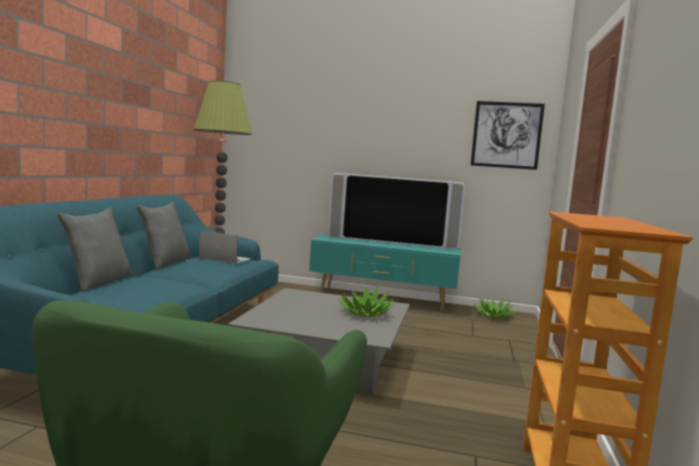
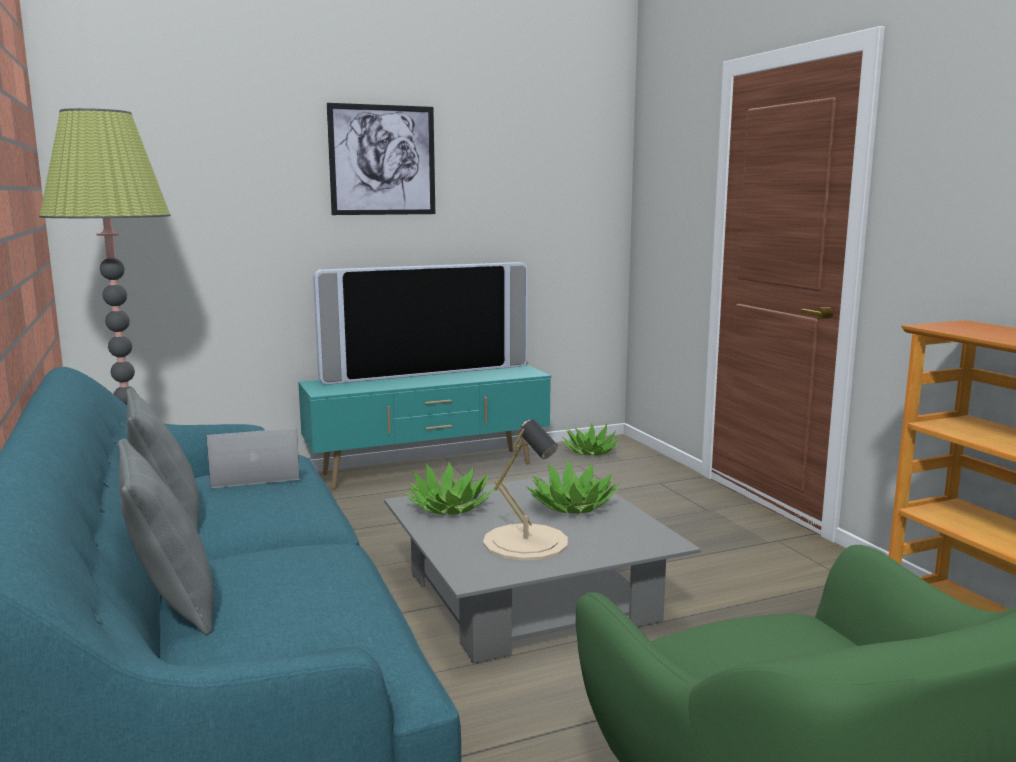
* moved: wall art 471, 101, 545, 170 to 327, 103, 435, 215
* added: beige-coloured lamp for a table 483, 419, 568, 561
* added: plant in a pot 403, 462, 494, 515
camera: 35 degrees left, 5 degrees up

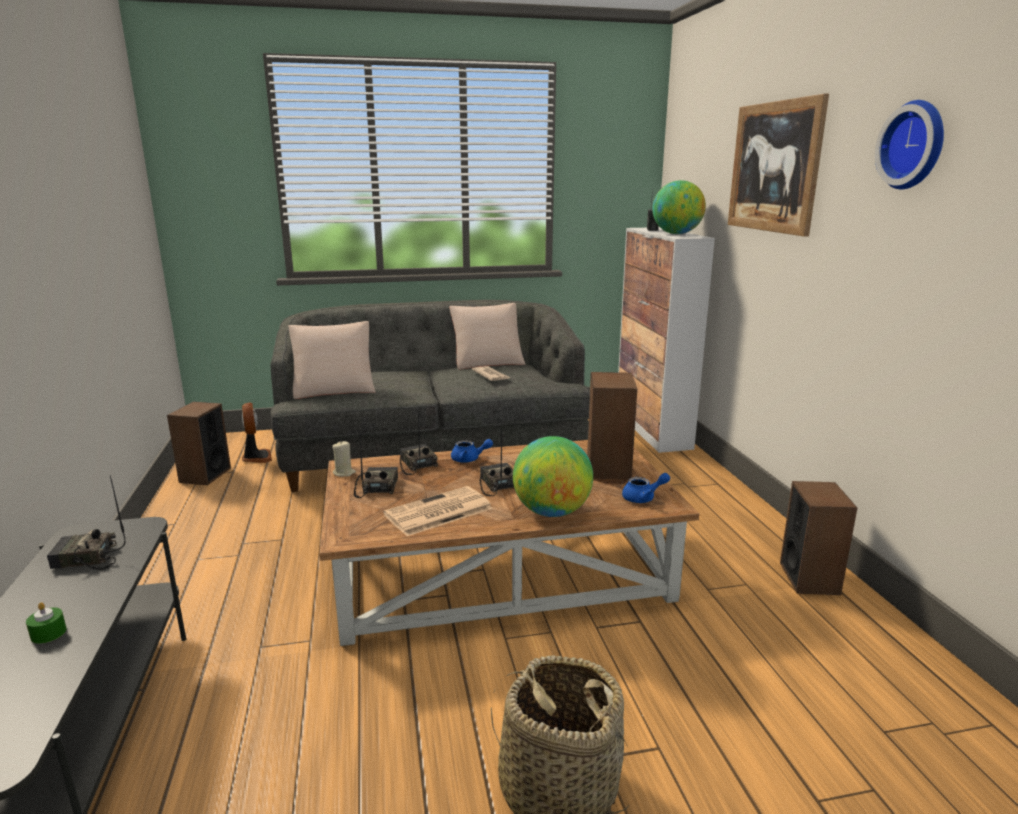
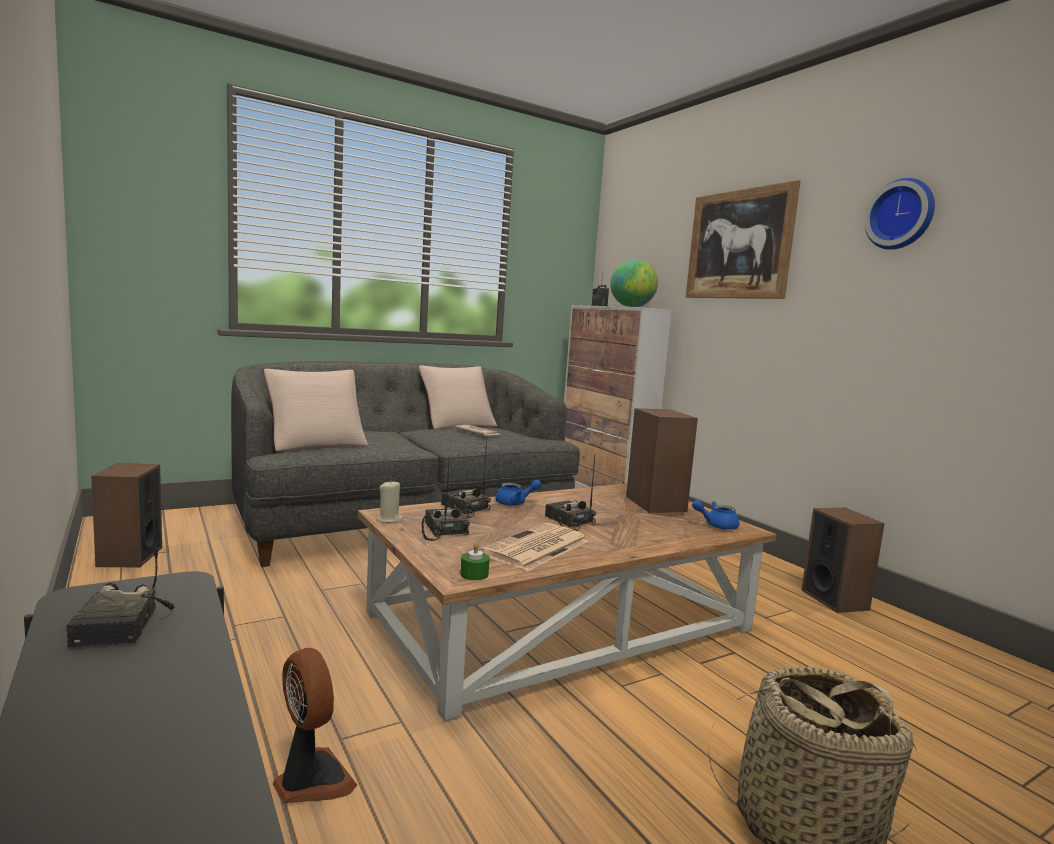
* moved: fan 242, 403, 272, 463 to 273, 648, 357, 803
* removed: world globe 513, 436, 593, 517
* turned: blue tea pot 622, 473, 670, 503 = 692, 500, 739, 530 150 degrees counterclockwise
* turned: radio set 47, 475, 126, 570 = 66, 477, 174, 647 75 degrees counterclockwise
* moved: green wax candle 26, 602, 66, 644 to 460, 542, 490, 581
camera: 20 degrees left, 10 degrees down

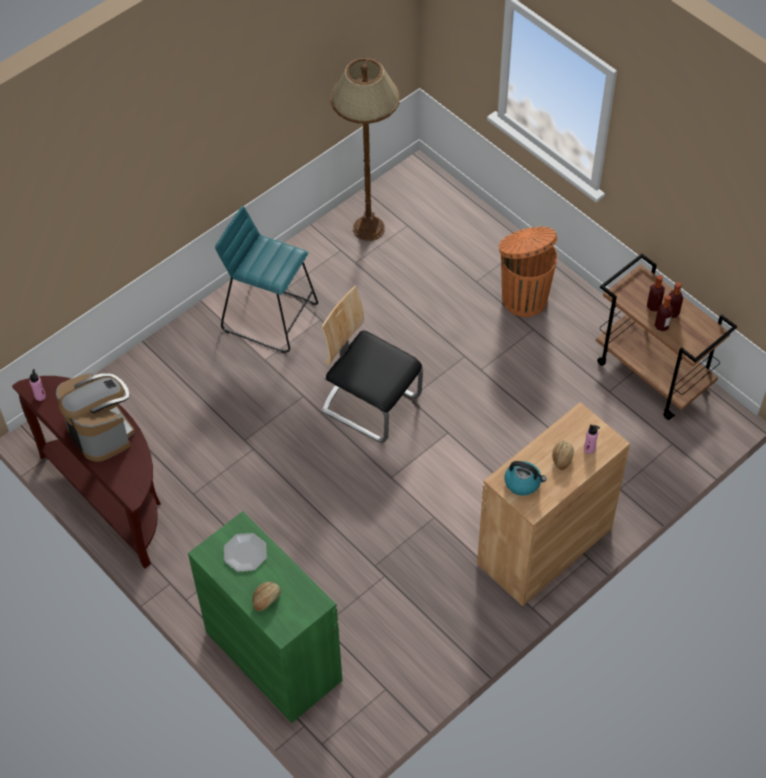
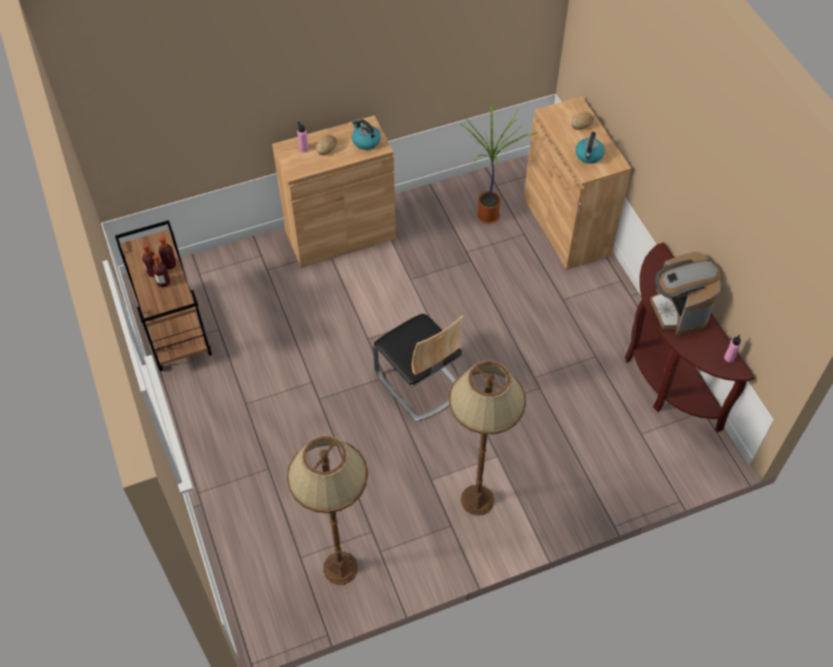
* replaced: blue-green stool seat 215, 206, 318, 353 to brownish standing lamp 449, 361, 526, 516
* removed: orange trash can 499, 227, 557, 317
* recoloured: green cabinet 188, 511, 342, 723 to brownish cabinet 524, 96, 632, 270
* replaced: plate 224, 533, 267, 572 to water kettle 575, 132, 604, 164
* added: plant in a pot 461, 98, 538, 224
camera: 160 degrees left, 0 degrees up

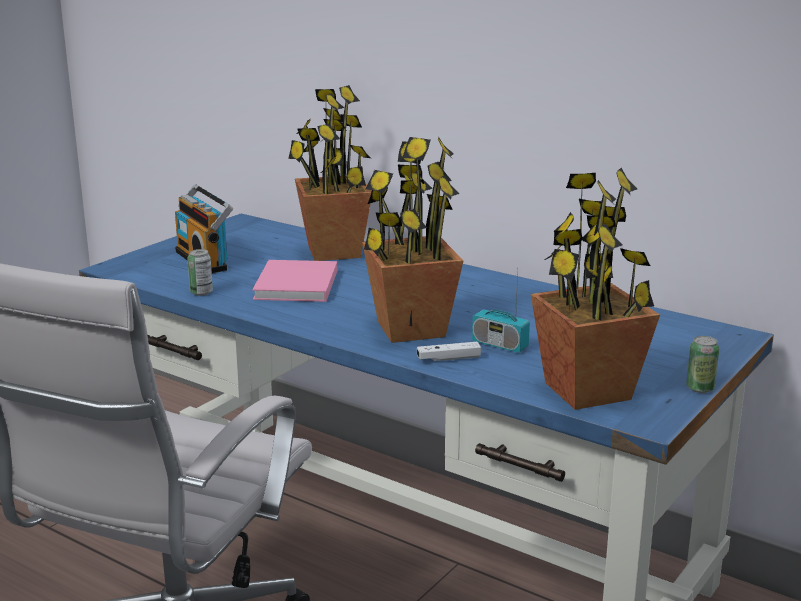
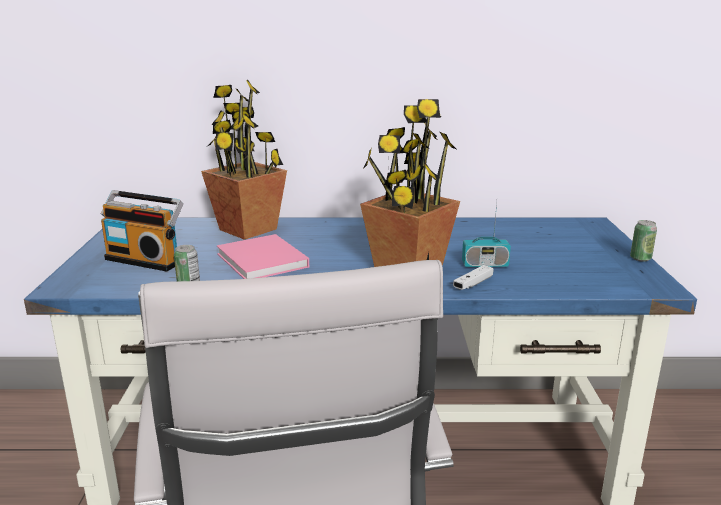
* removed: plant in a pot 531, 168, 660, 410
camera: 35 degrees left, 0 degrees up

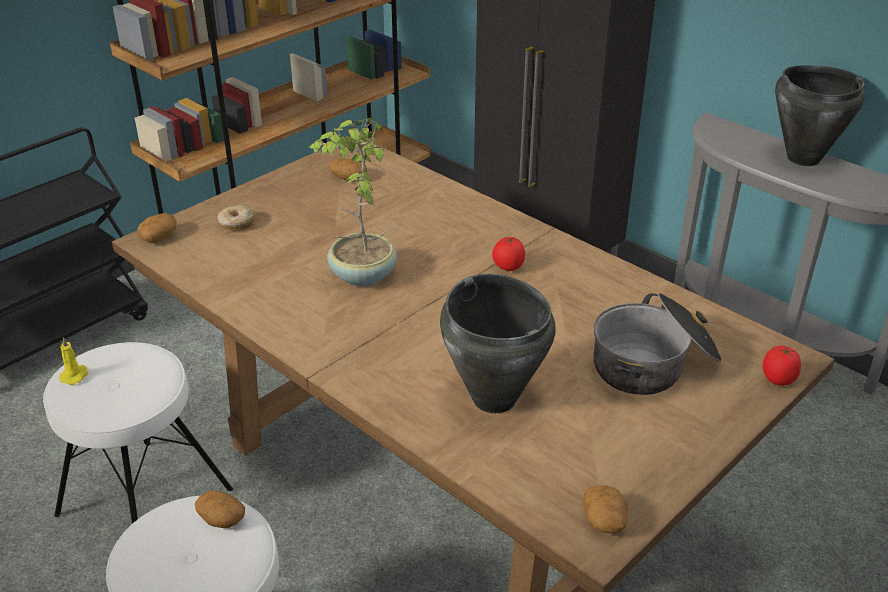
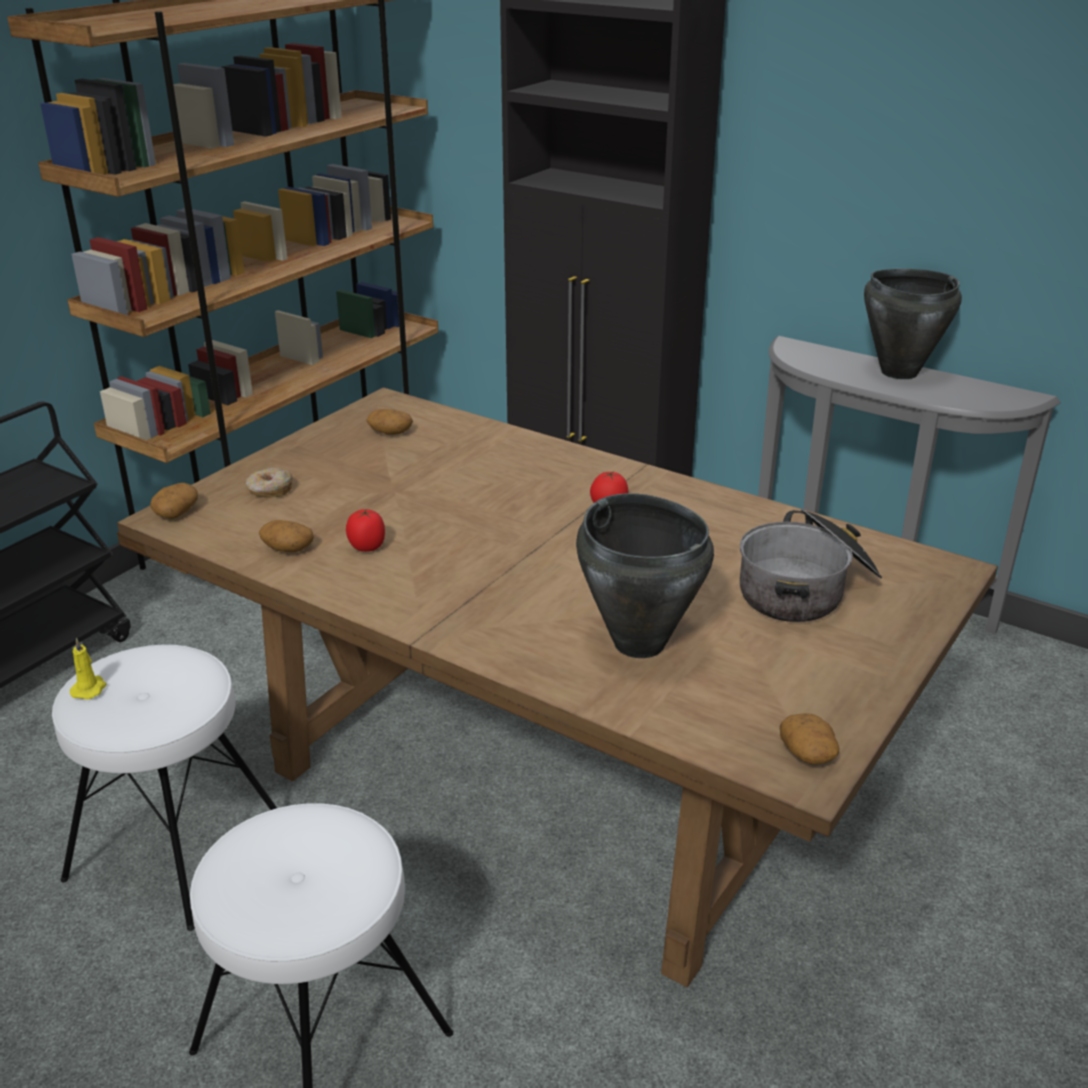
* removed: plant in a pot 309, 117, 397, 287
* moved: whole tomato 763, 345, 801, 386 to 346, 509, 385, 552
* moved: spud 195, 490, 245, 528 to 259, 520, 314, 552
camera: 10 degrees left, 5 degrees down

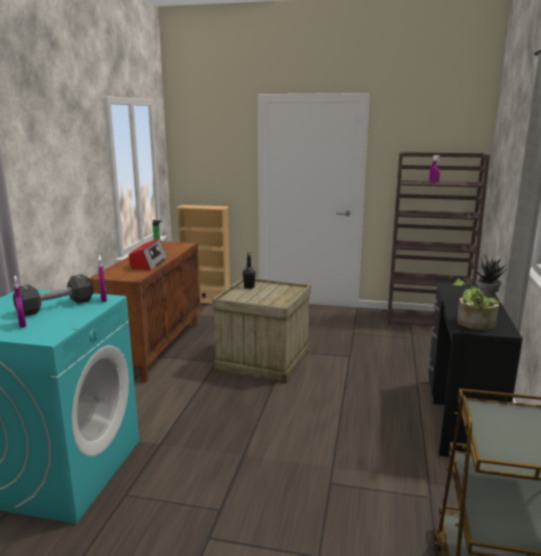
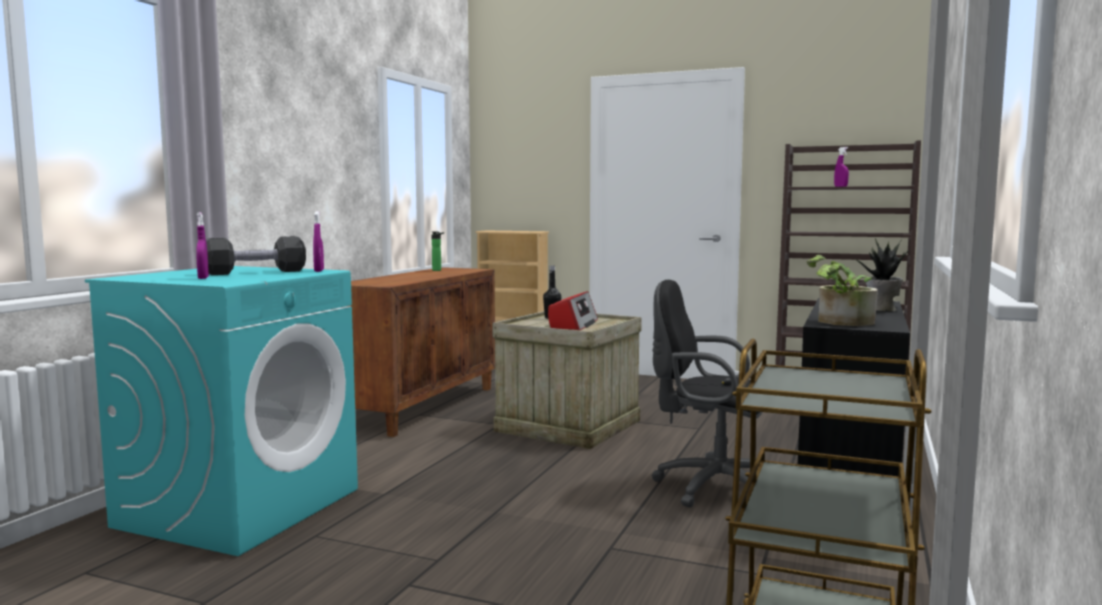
* moved: radio set 129, 238, 168, 271 to 548, 291, 598, 330
* added: black desk chair 651, 280, 762, 507
camera: 10 degrees right, 10 degrees down

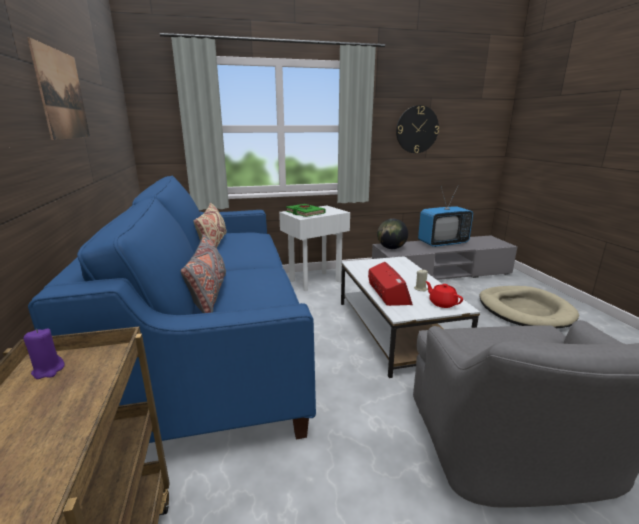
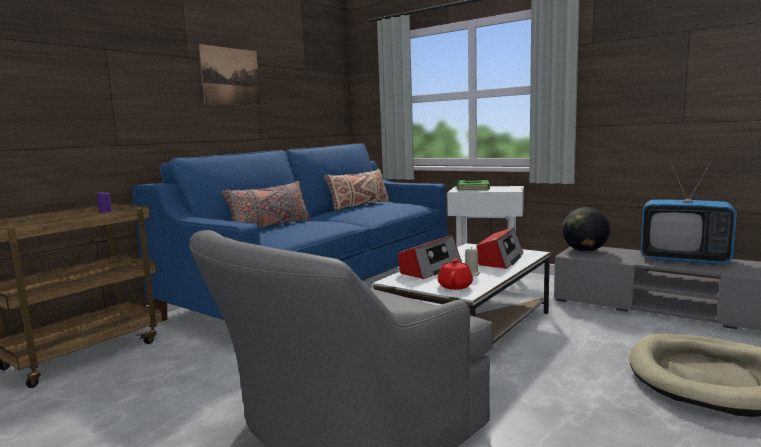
* removed: wall clock 396, 105, 439, 153
* added: radio set 476, 228, 523, 269
camera: 50 degrees right, 10 degrees down

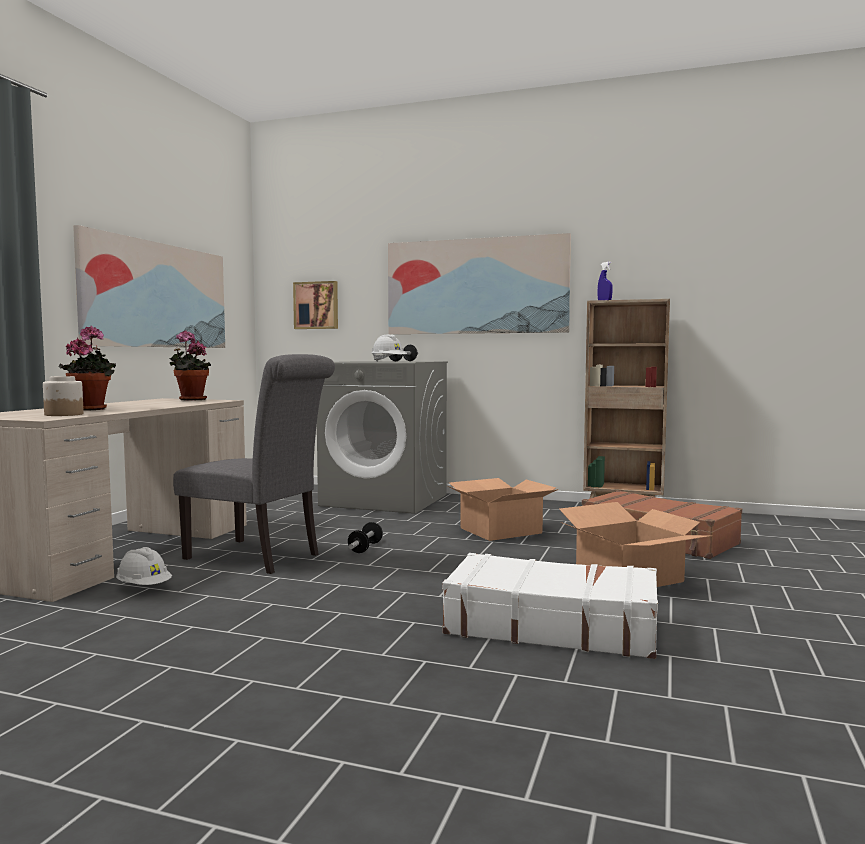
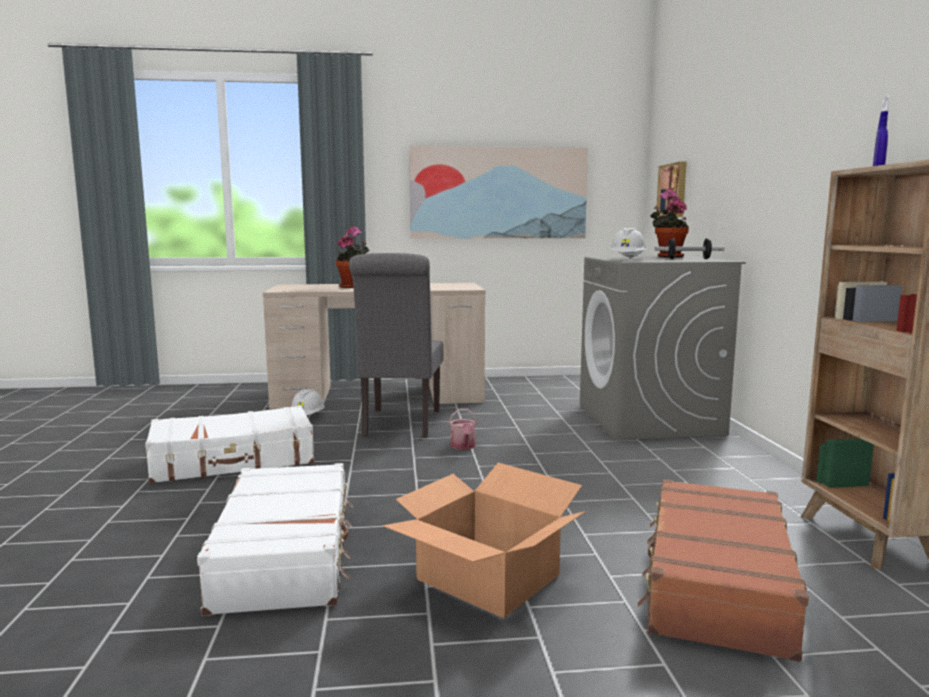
* removed: wall art 388, 233, 571, 334
* moved: plant in a pot 169, 331, 211, 401 to 650, 189, 689, 258
* removed: preserve jar 43, 376, 84, 416
* removed: cardboard box 448, 478, 558, 541
* replaced: free weight 348, 522, 383, 553 to sprinkling can 449, 409, 477, 450
* added: white suitcase 145, 406, 314, 484
camera: 65 degrees right, 5 degrees up

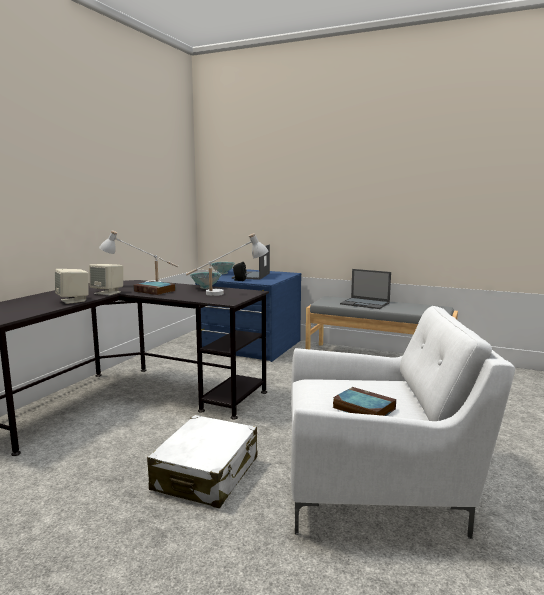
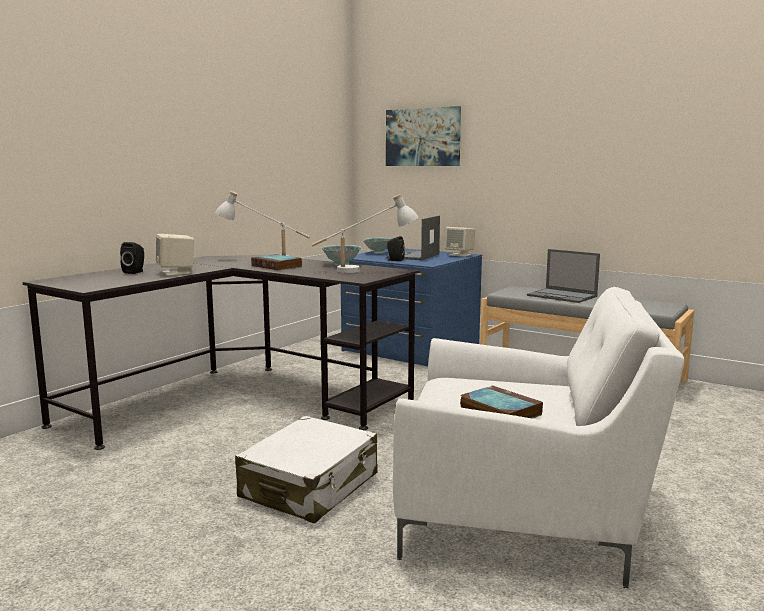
* moved: beige-coloured speaker 89, 264, 123, 295 to 445, 227, 475, 257
* added: wall art 386, 106, 461, 166
* added: black speaker 120, 242, 144, 274
camera: 10 degrees right, 0 degrees up

